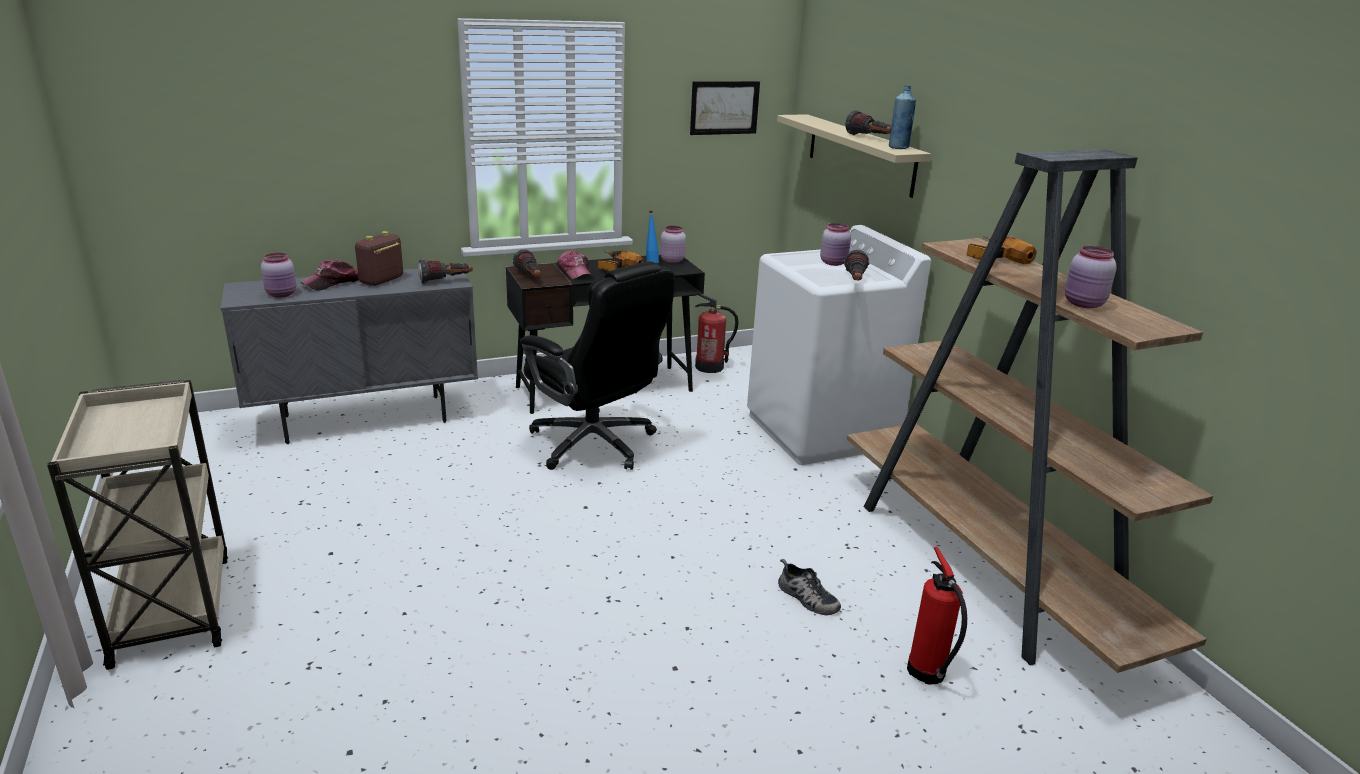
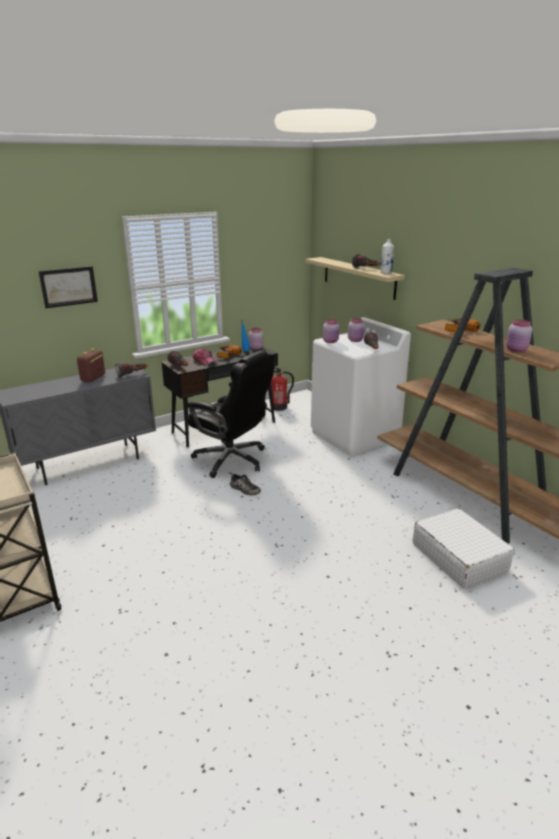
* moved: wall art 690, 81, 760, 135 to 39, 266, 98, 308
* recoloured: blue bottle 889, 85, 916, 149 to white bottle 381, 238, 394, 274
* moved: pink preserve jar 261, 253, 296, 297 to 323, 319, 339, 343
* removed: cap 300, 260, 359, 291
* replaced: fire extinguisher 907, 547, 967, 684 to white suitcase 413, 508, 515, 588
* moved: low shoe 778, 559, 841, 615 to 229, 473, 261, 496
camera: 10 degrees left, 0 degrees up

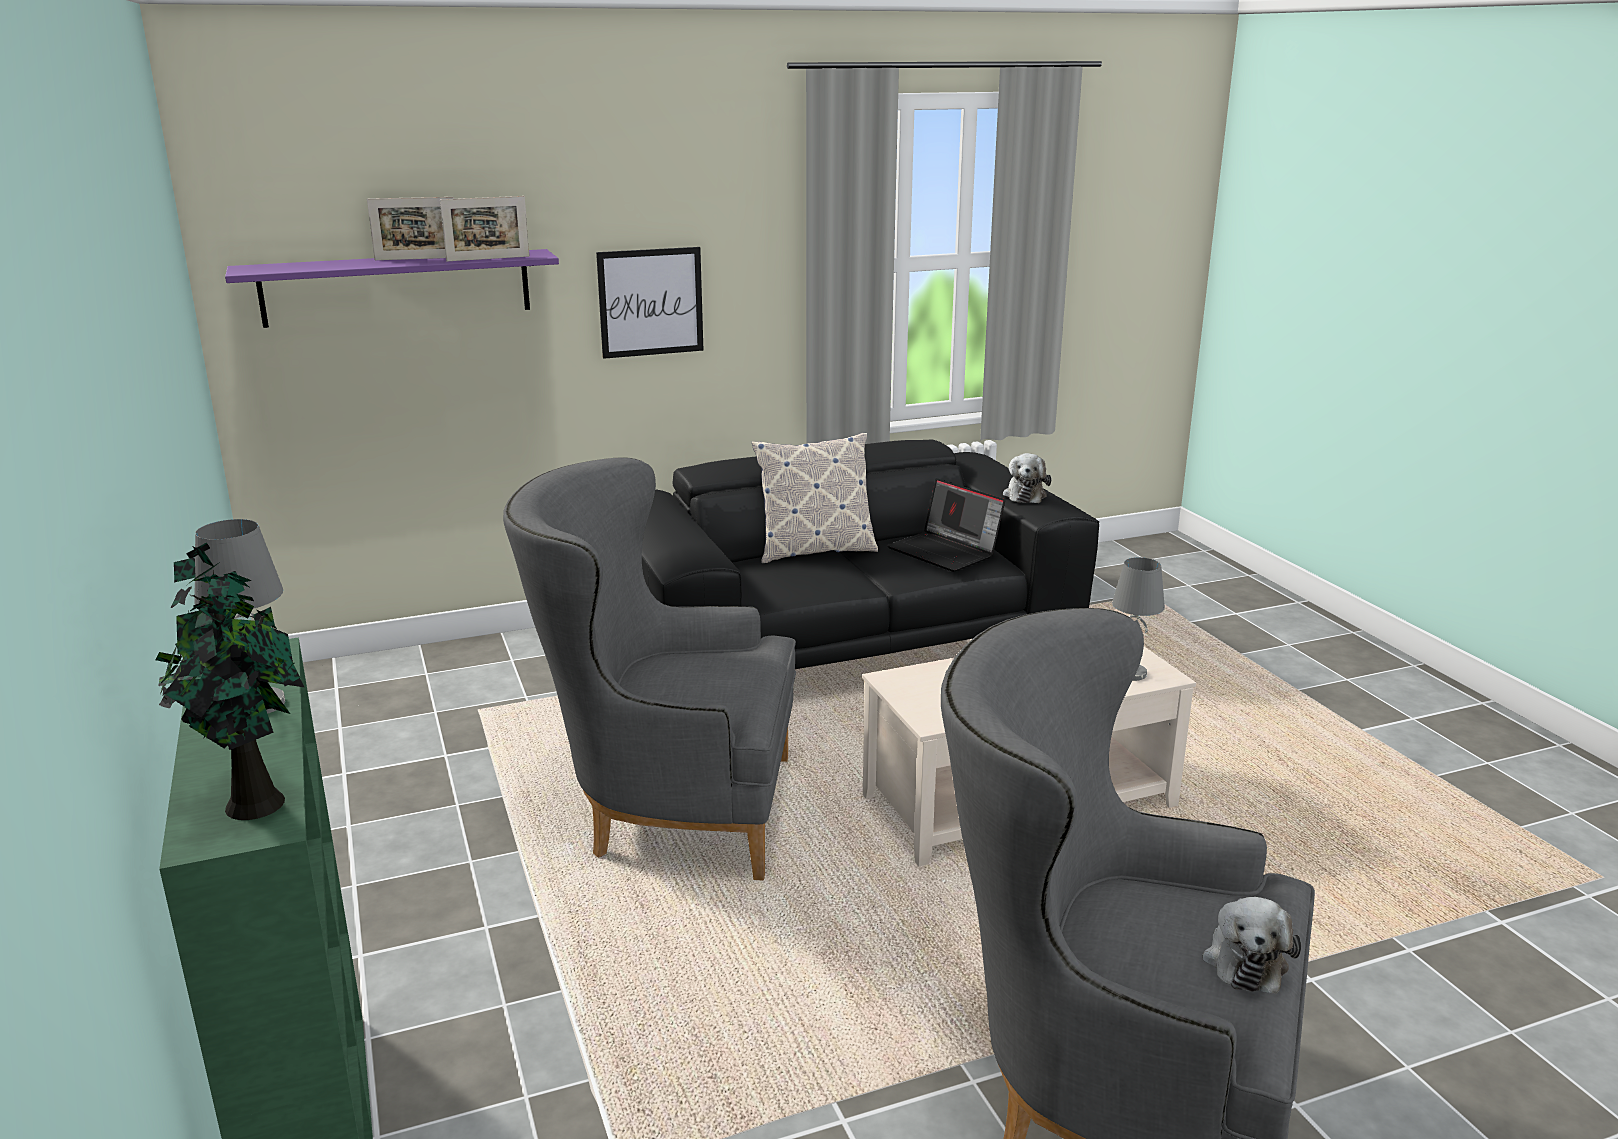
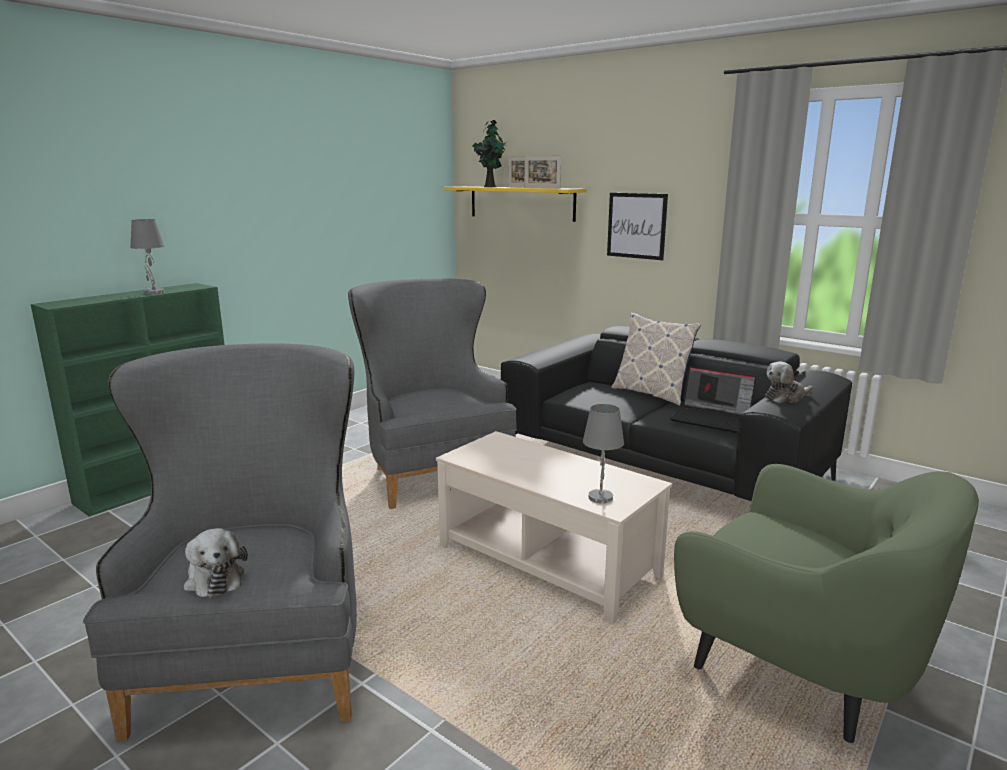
* recoloured: purple shelf 225, 249, 559, 328 to yellow shelf 444, 186, 587, 222
* turned: portable computer 887, 478, 1005, 572 = 670, 366, 757, 433 75 degrees counterclockwise
* moved: plant in a pot 155, 542, 304, 820 to 473, 120, 507, 187
* turned: cuddly toy 1202, 897, 1301, 994 = 184, 528, 248, 598 105 degrees counterclockwise
* added: green lounge chair 674, 464, 979, 743
camera: 60 degrees right, 5 degrees down

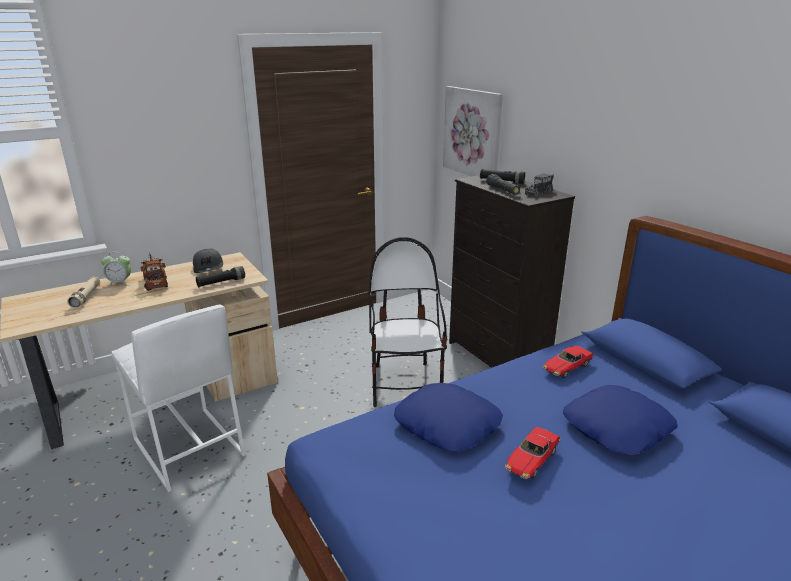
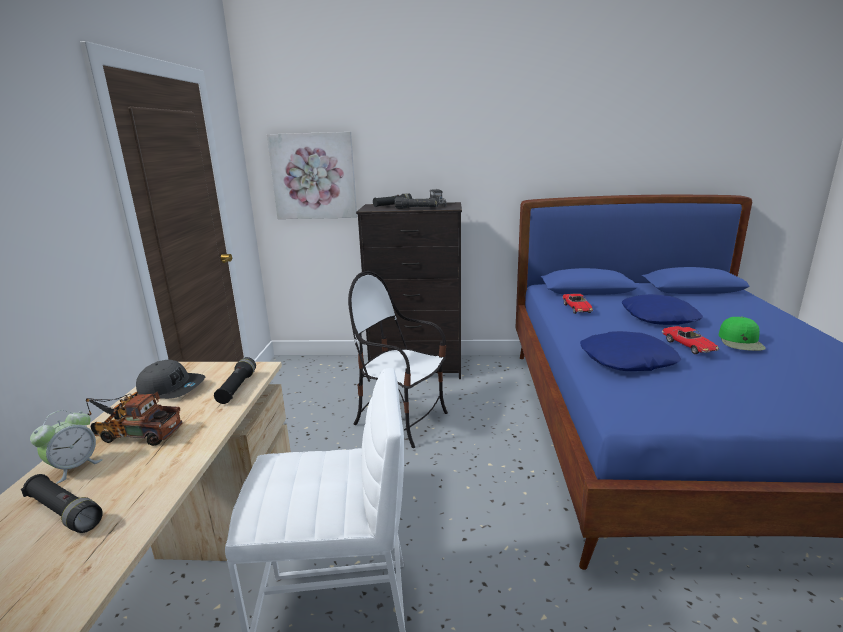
* recoloured: beige-coloured hand torch 67, 277, 100, 308 to black hand torch 21, 474, 103, 533
* added: green cap 719, 317, 766, 351
camera: 55 degrees left, 5 degrees down

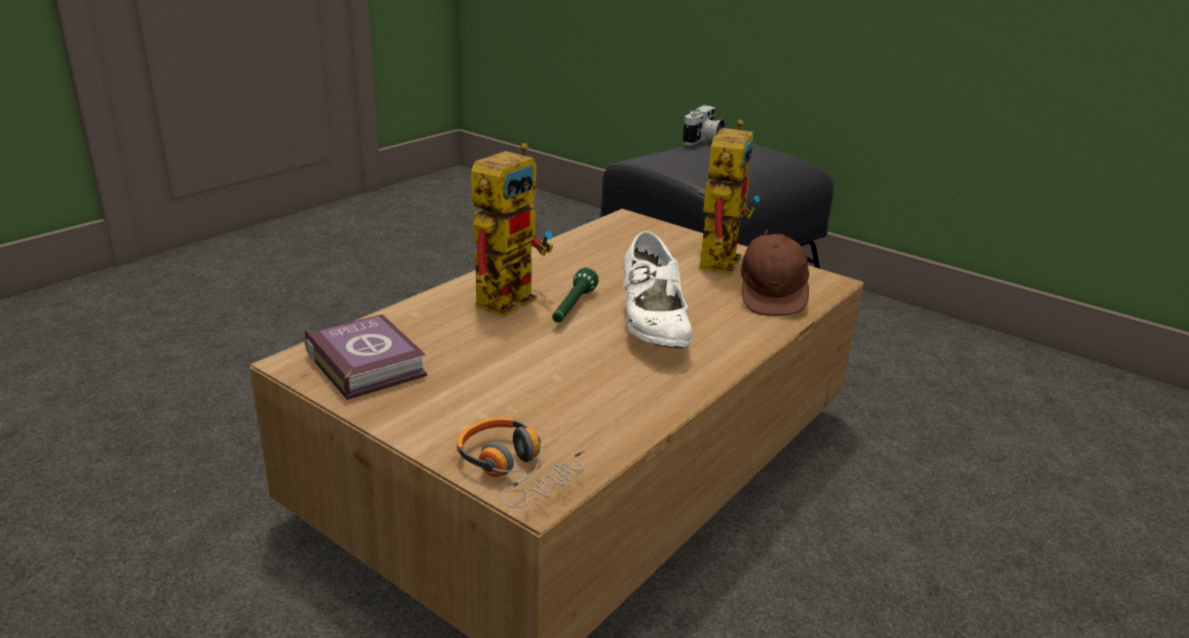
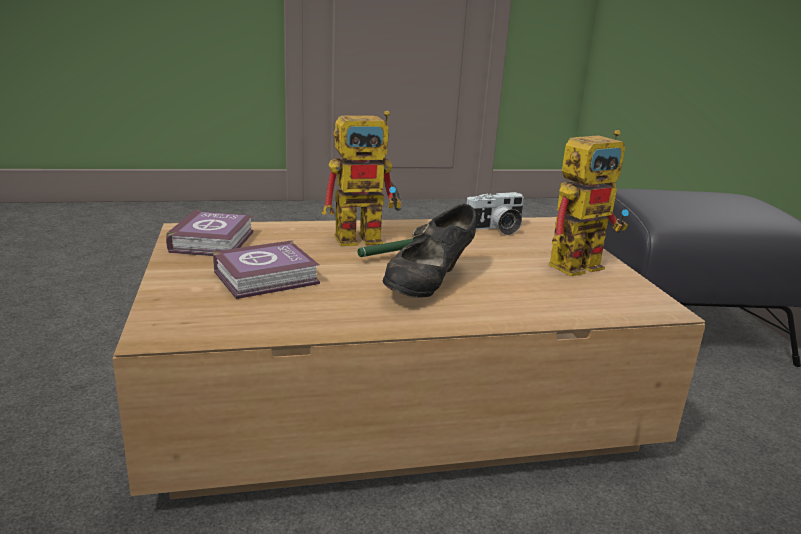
* moved: still camera 683, 105, 725, 145 to 467, 192, 524, 235
* removed: brownish cap 741, 229, 809, 316
* recoloured: white low shoe 623, 231, 692, 348 to black low shoe 383, 204, 476, 298
* removed: headphones 457, 417, 585, 508
* added: bound book 213, 240, 320, 299
camera: 40 degrees right, 5 degrees down

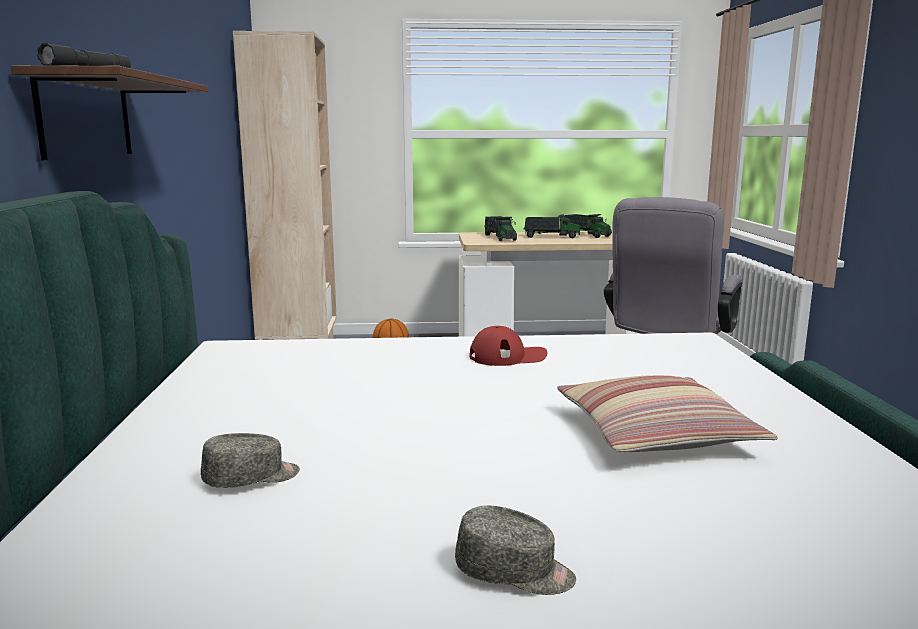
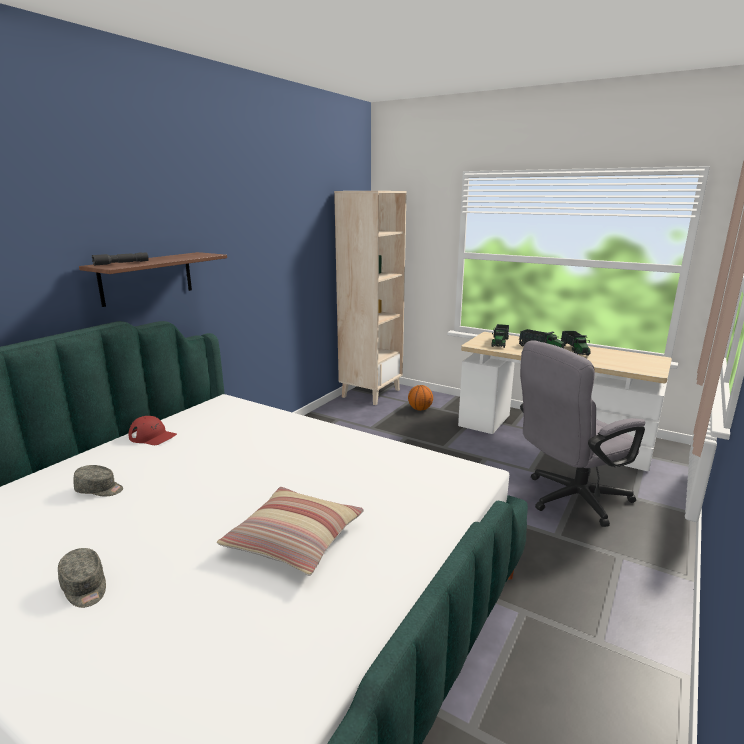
* moved: red cap 470, 326, 547, 366 to 128, 416, 177, 445
camera: 35 degrees right, 5 degrees up

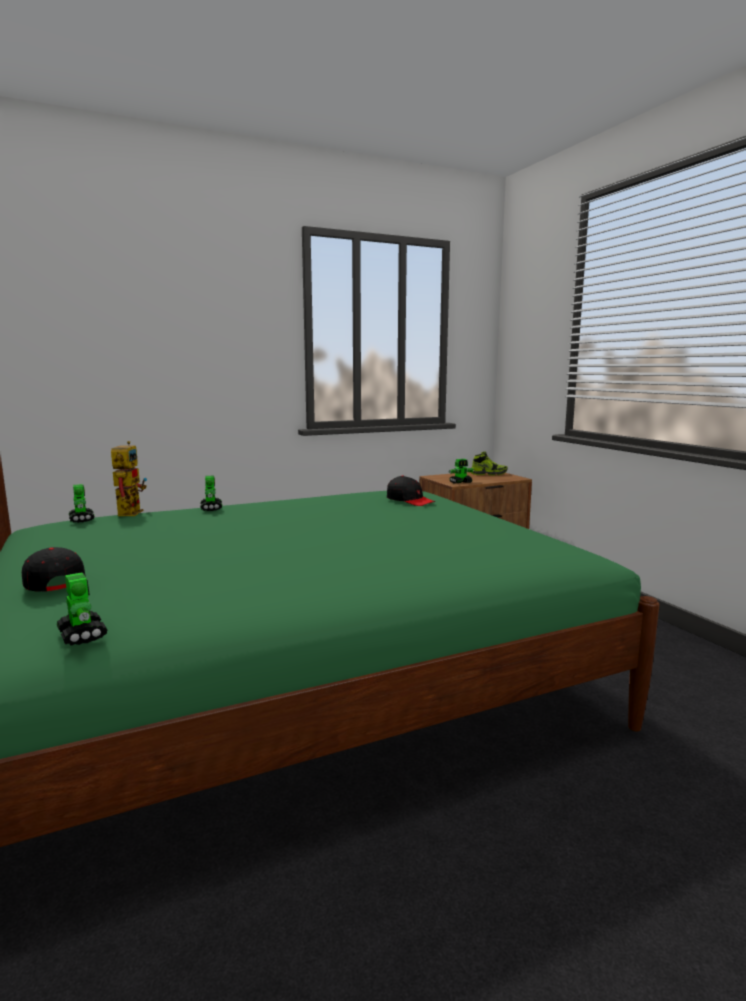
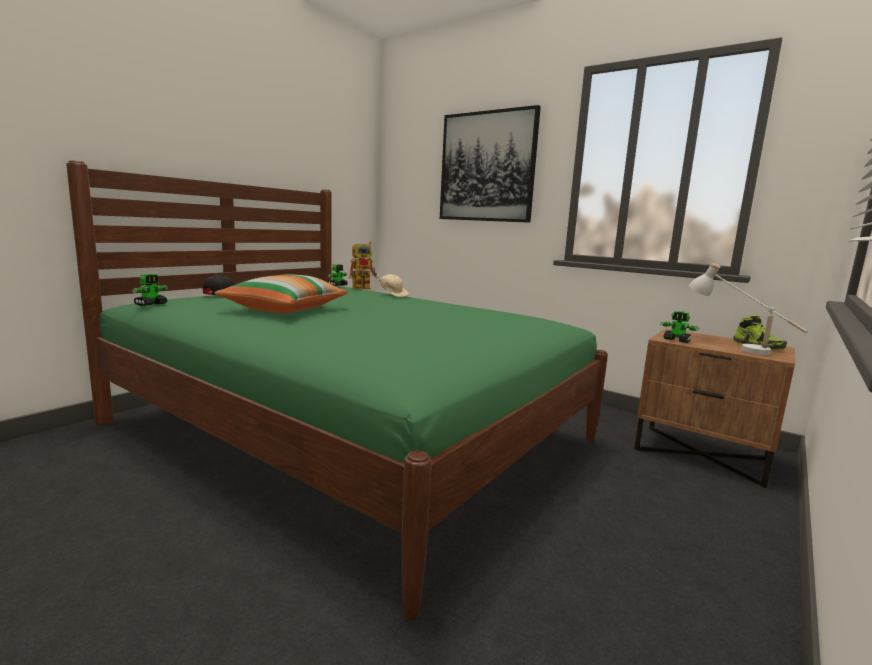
* replaced: robot figure 200, 475, 222, 511 to beige-coloured cap 376, 274, 409, 297
* removed: black cap 387, 475, 435, 506
* added: wall art 440, 105, 541, 223
* added: white lamp for a table 689, 263, 808, 355
* added: throw pillow 214, 274, 348, 313
camera: 60 degrees right, 0 degrees up

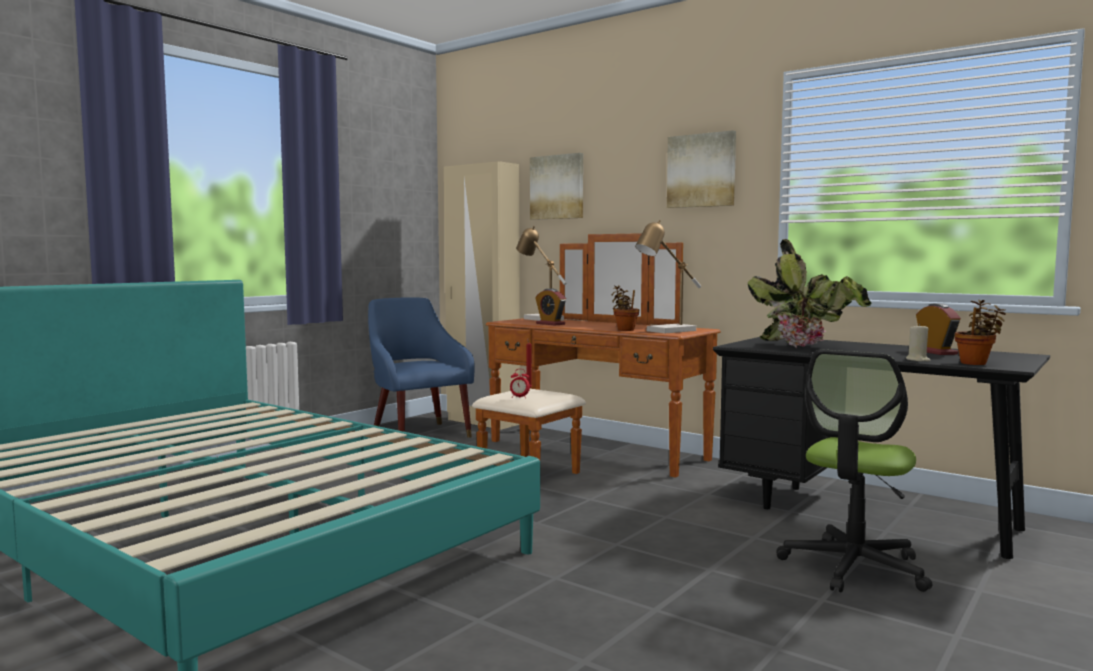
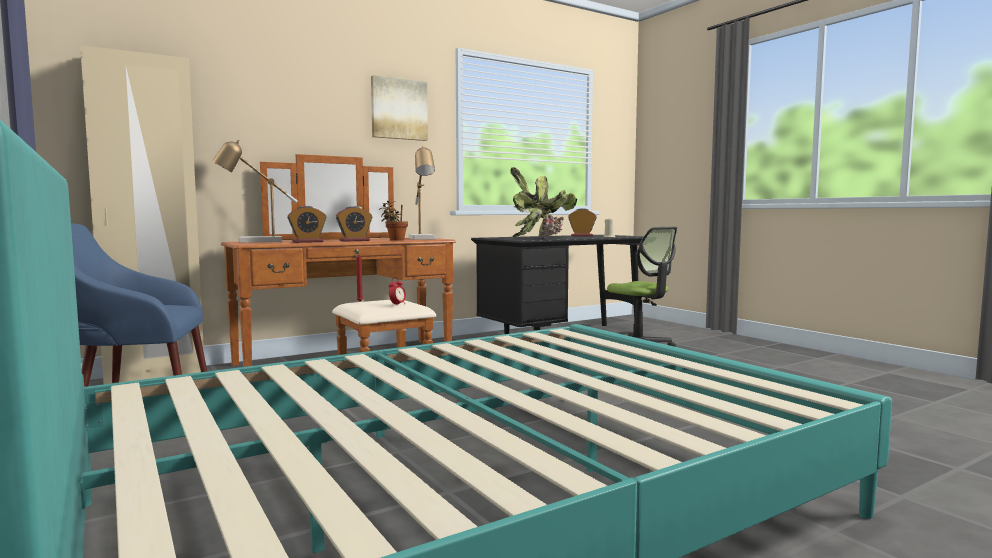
* removed: wall art 530, 153, 583, 220
* removed: plant in a pot 955, 300, 1006, 365
* added: bedside clock 336, 206, 372, 242
camera: 70 degrees left, 0 degrees up

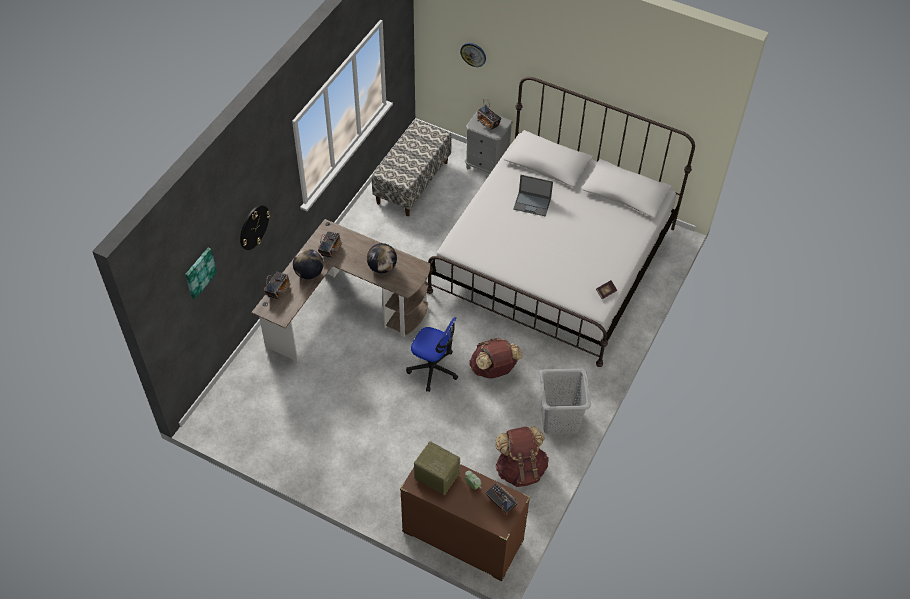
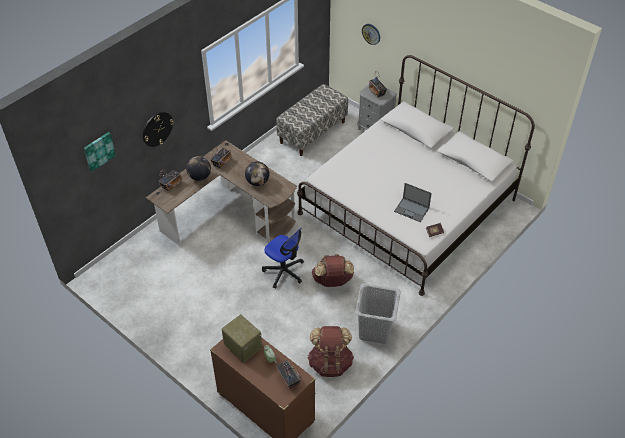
* moved: portable computer 513, 175, 553, 217 to 394, 183, 432, 222
camera: 15 degrees right, 5 degrees down

